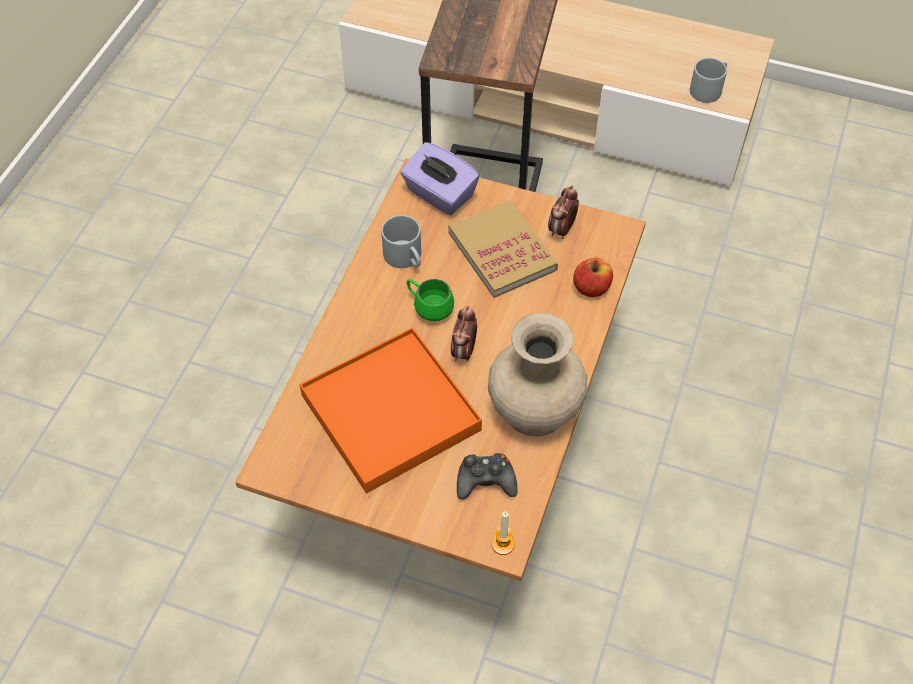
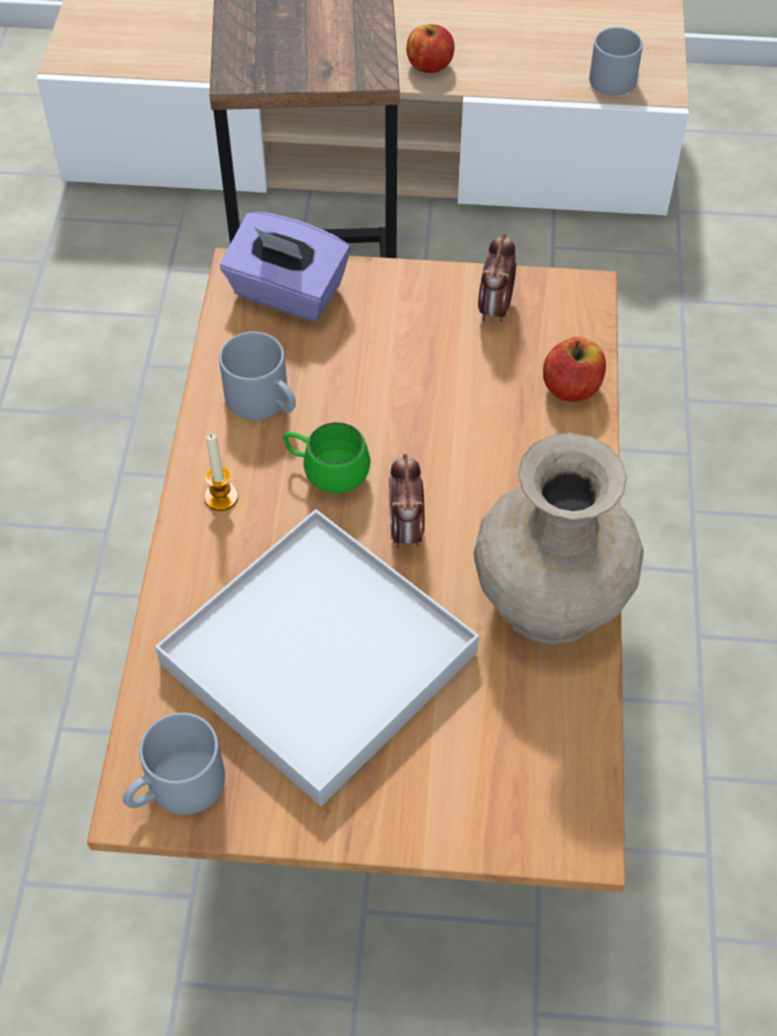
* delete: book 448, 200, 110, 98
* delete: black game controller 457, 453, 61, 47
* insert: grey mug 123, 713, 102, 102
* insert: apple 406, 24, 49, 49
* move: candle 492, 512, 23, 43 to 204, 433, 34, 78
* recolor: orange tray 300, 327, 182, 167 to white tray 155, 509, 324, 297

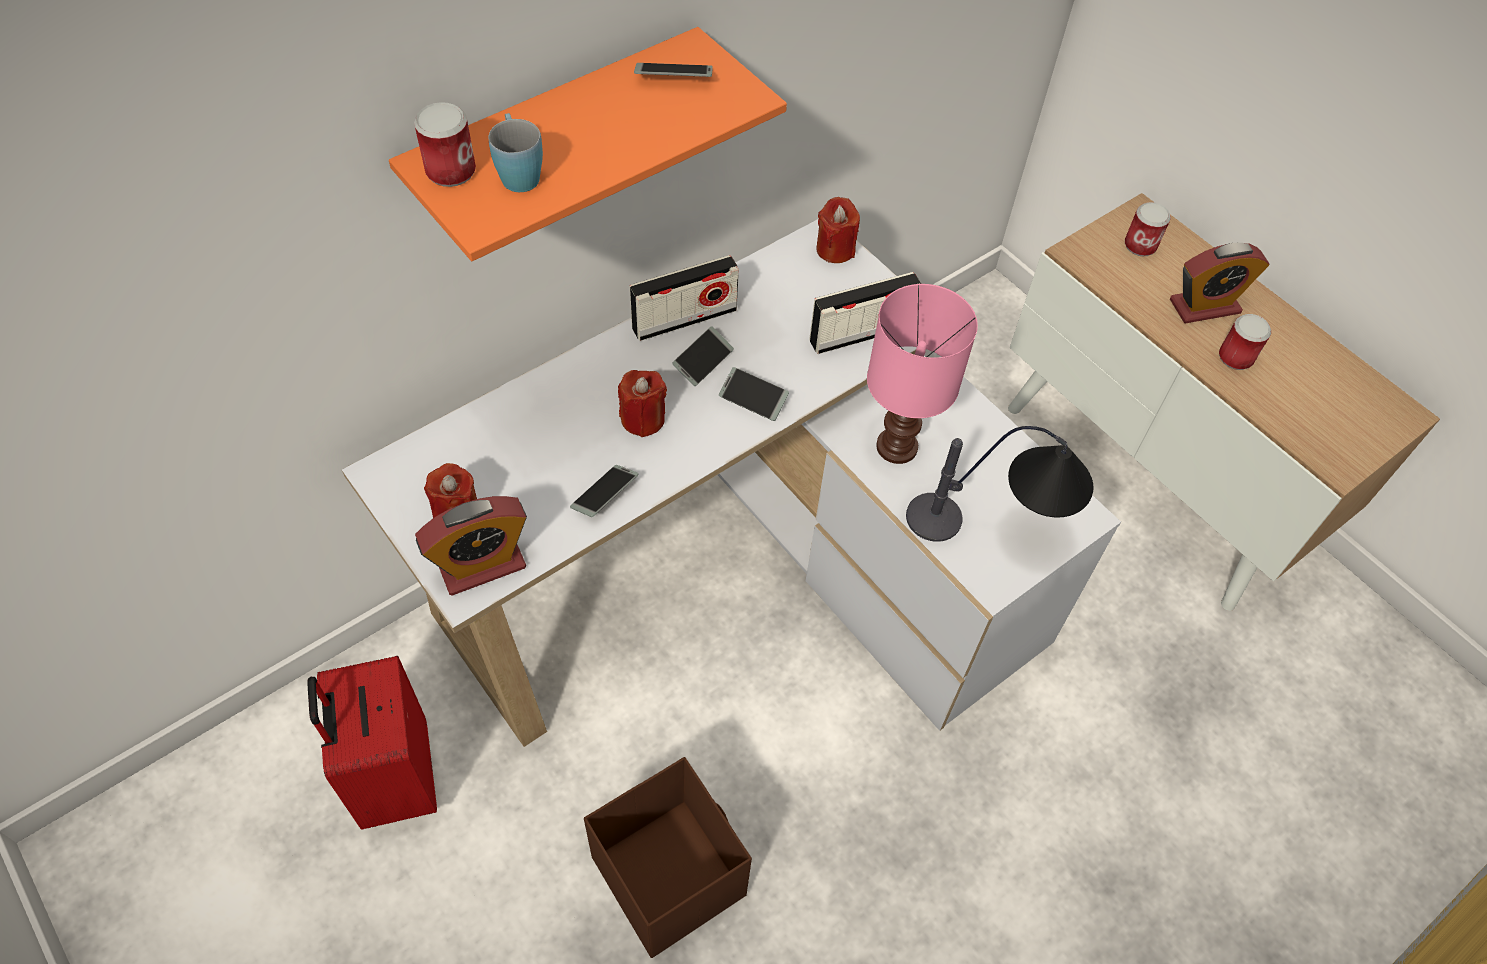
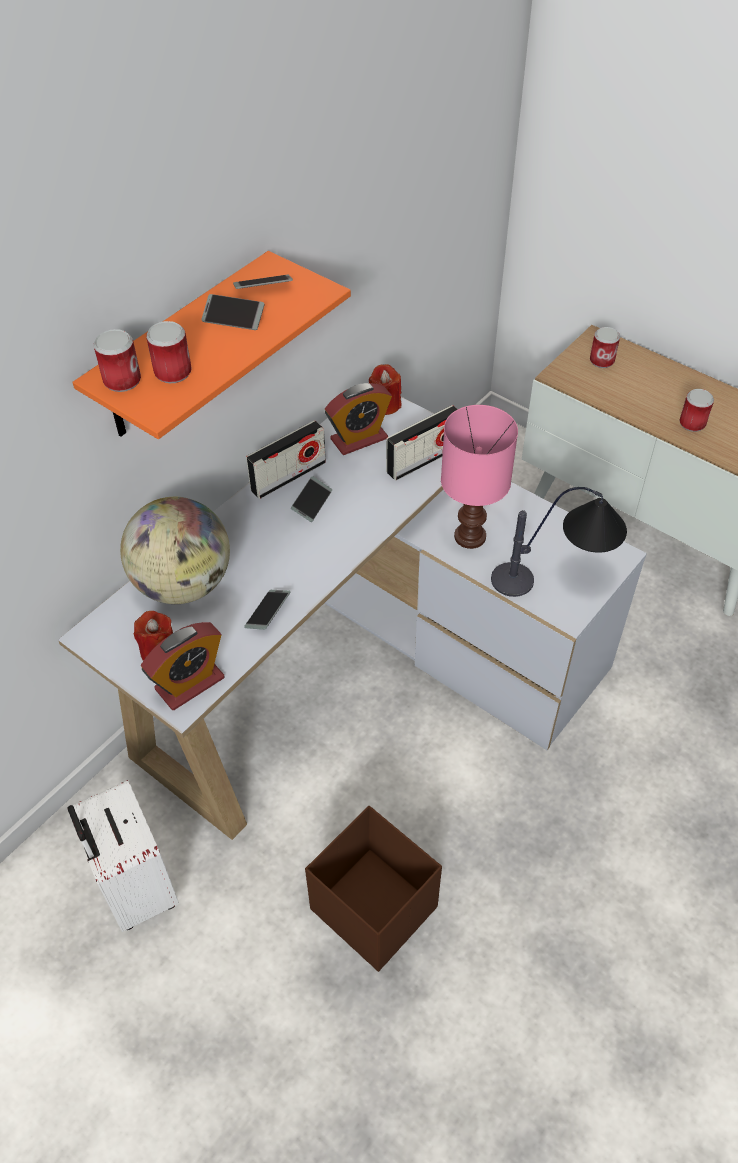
* delete: red candle 618, 370, 49, 67
* insert: globe 120, 497, 110, 107
* move: phone 719, 367, 70, 54 to 201, 294, 64, 36
* move: alarm clock 1170, 243, 100, 80 to 325, 383, 67, 72
* replace: blue mug 488, 113, 55, 79 to can 146, 321, 45, 62
* recolor: red suitcase 307, 656, 130, 174 to white suitcase 67, 780, 112, 152

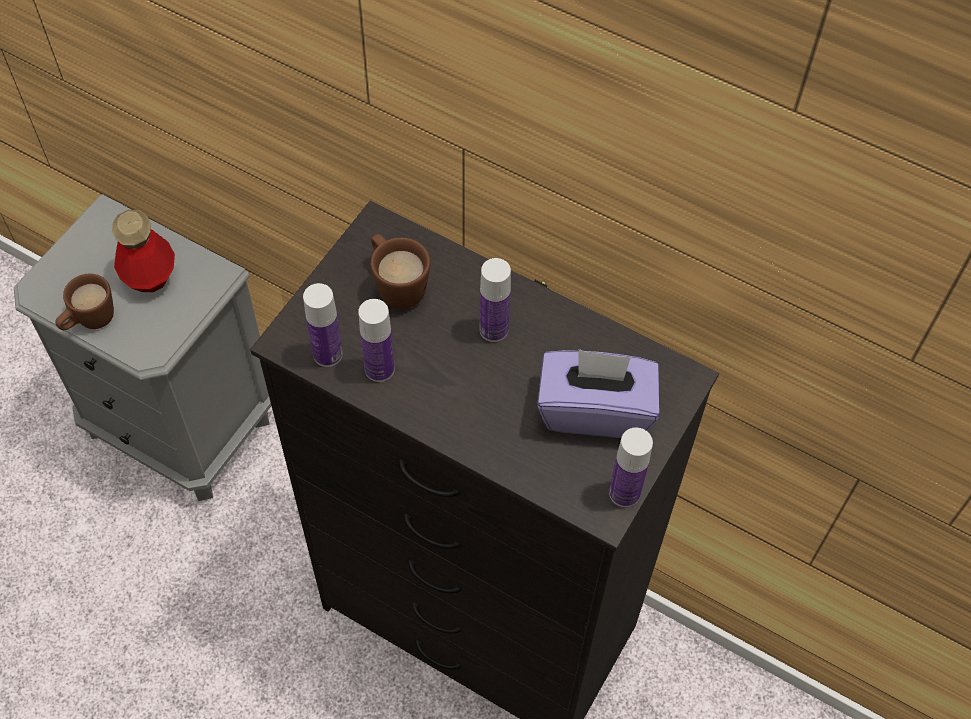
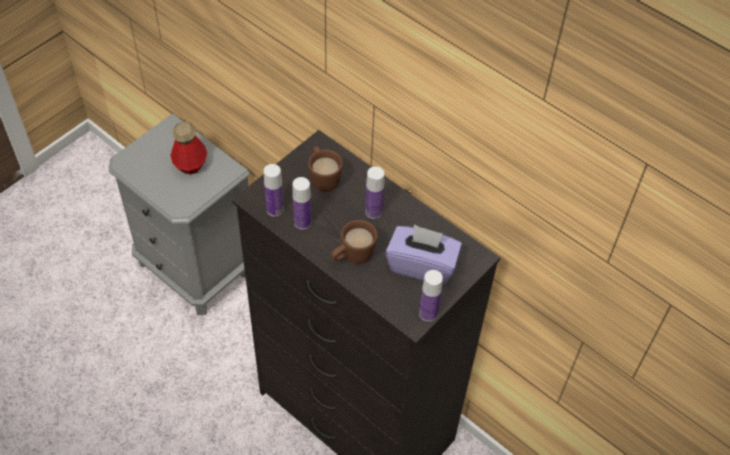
* move: brown mug 55, 274, 59, 56 to 331, 220, 47, 44

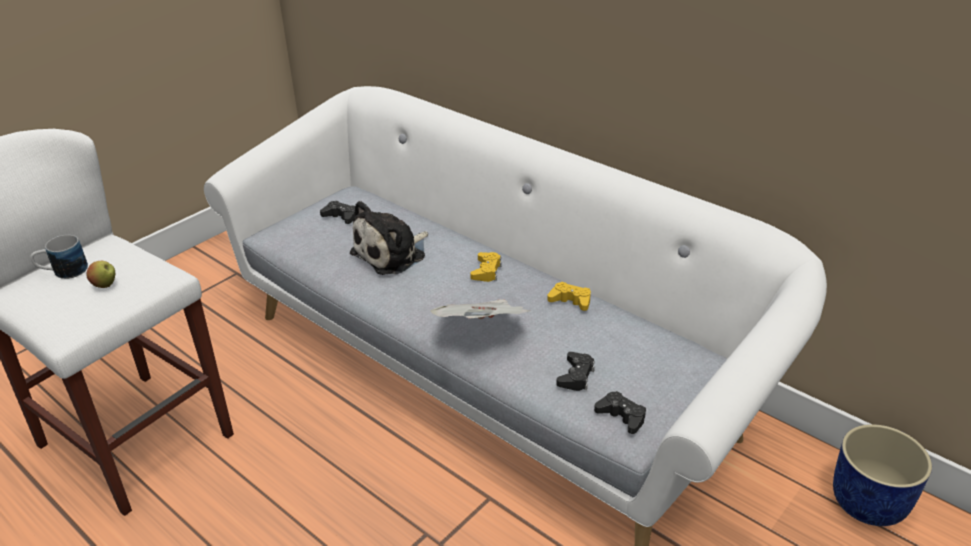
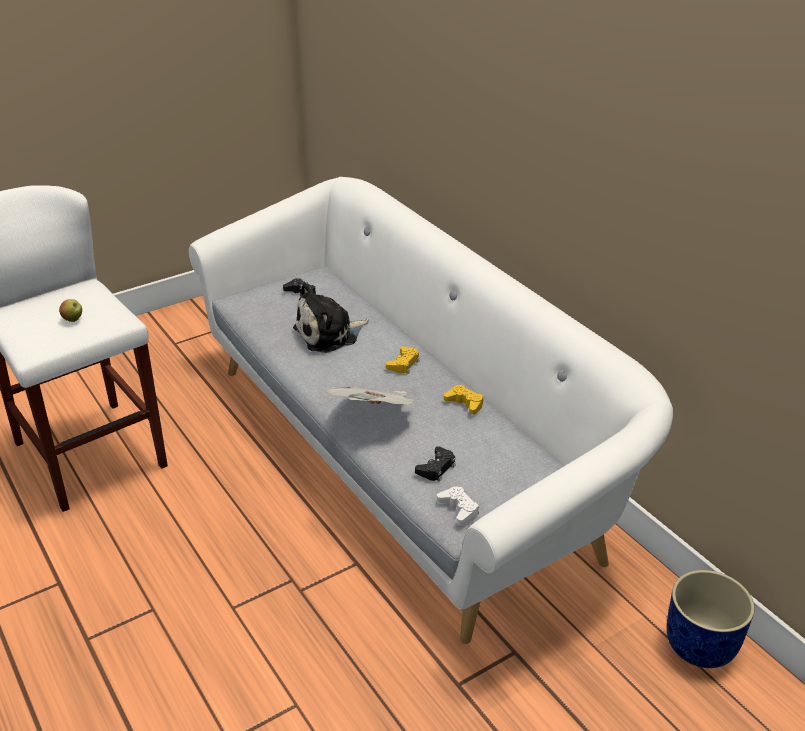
* delete: mug 30, 235, 58, 44
* recolor: black game controller 594, 391, 52, 43 to white game controller 437, 486, 42, 39

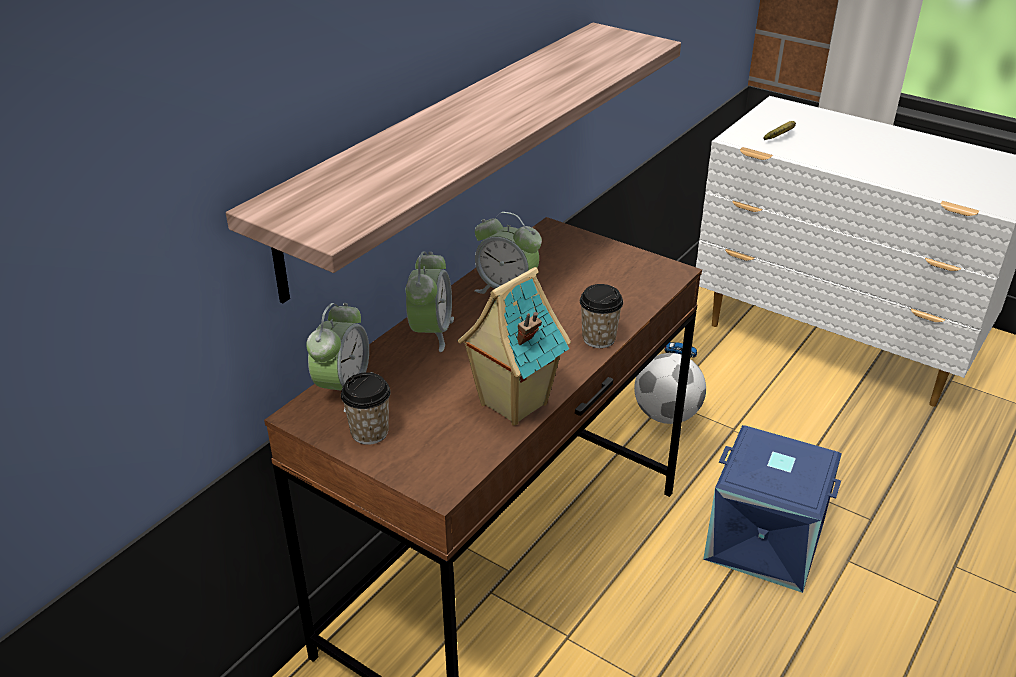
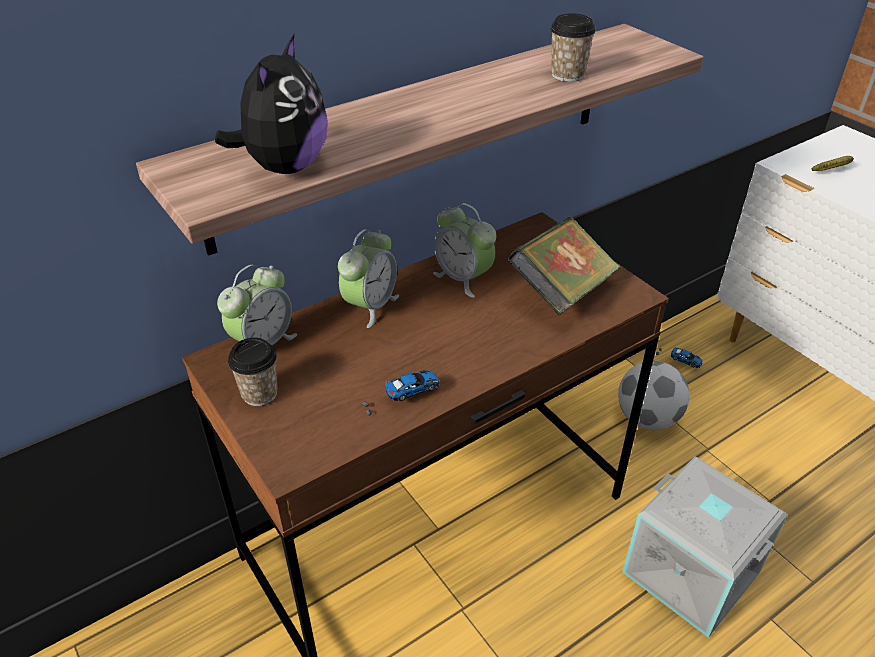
* insert: plush toy 215, 35, 113, 139
* insert: book 508, 217, 112, 98
* move: cup 580, 284, 43, 64 to 551, 13, 44, 69
* replace: toy house 458, 267, 113, 159 to toy car 362, 370, 78, 46
* recolor: blue storage box 703, 425, 139, 168 to grey storage box 622, 456, 166, 182

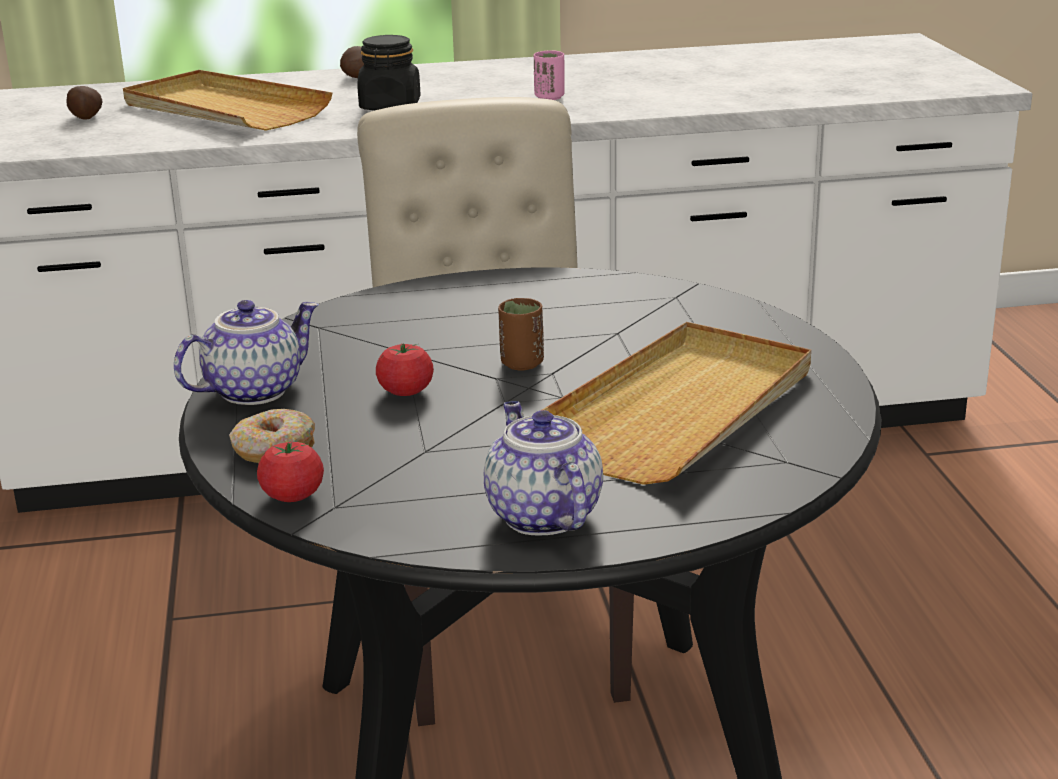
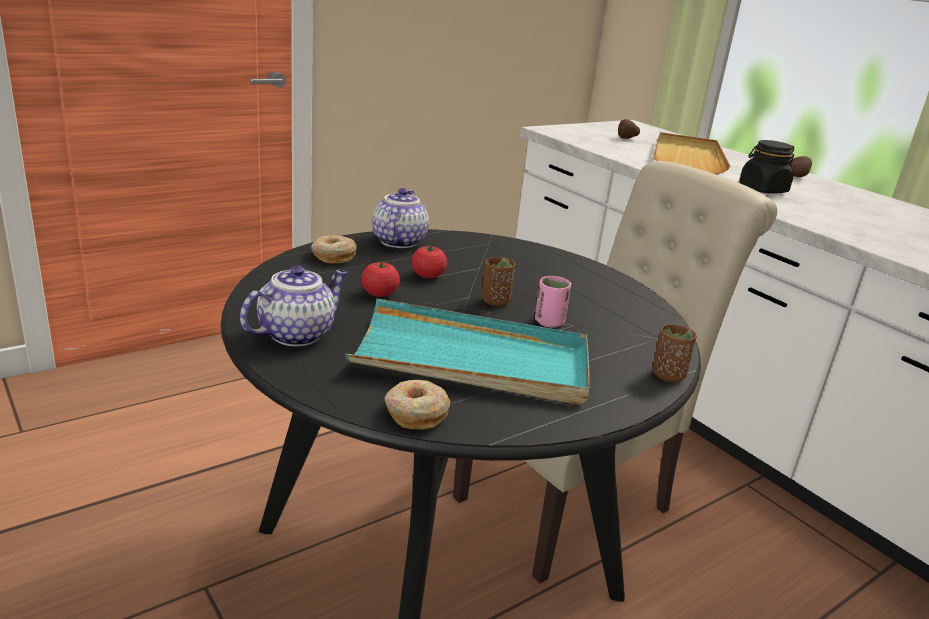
* insert: donut 385, 380, 65, 50
* insert: brown cup 652, 324, 45, 58
* move: tomato 257, 441, 67, 61 to 361, 262, 39, 35
* move: pink cup 534, 50, 31, 50 to 535, 276, 36, 52
* recolor: beige tray 541, 322, 270, 163 to turquoise tray 345, 299, 245, 106
* rotate: teapot 174, 300, 145, 105 = 372, 188, 57, 60 105 degrees counterclockwise

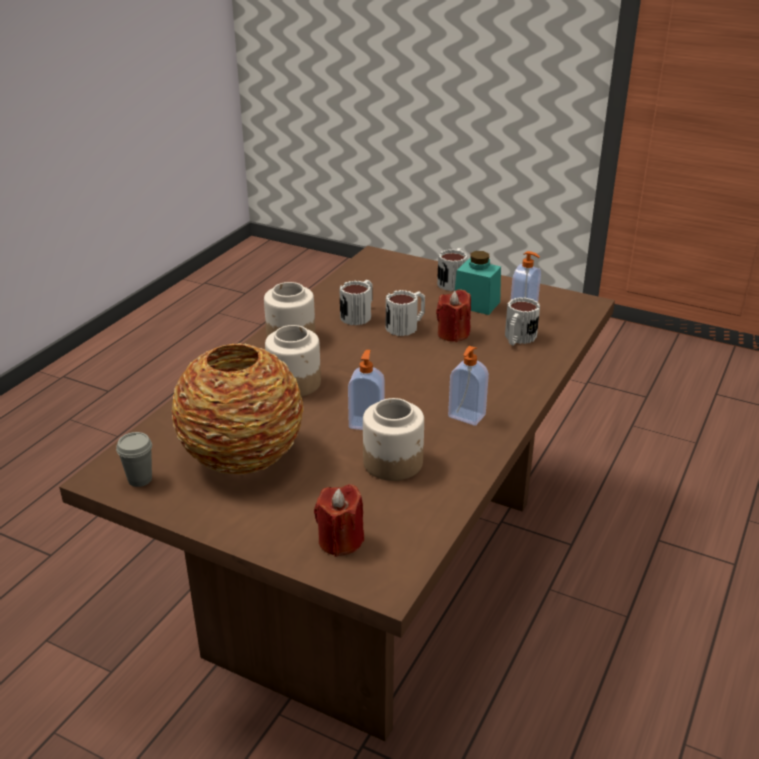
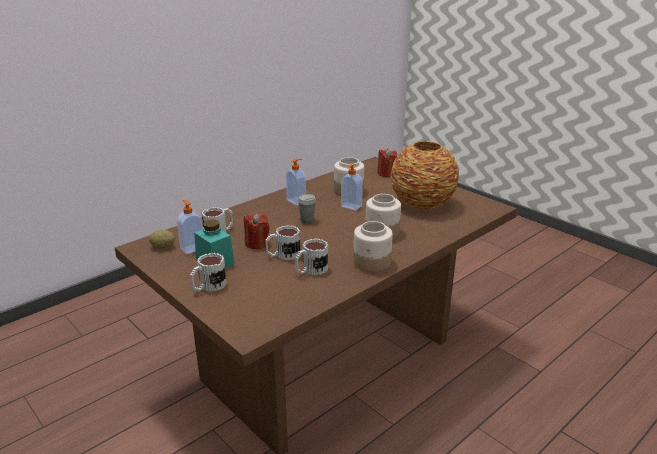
* insert: potato 149, 230, 26, 18
* move: grey cup 116, 432, 36, 55 to 298, 194, 18, 29

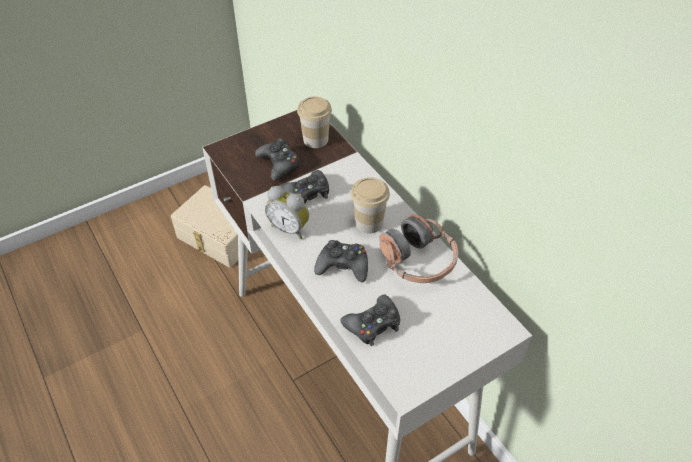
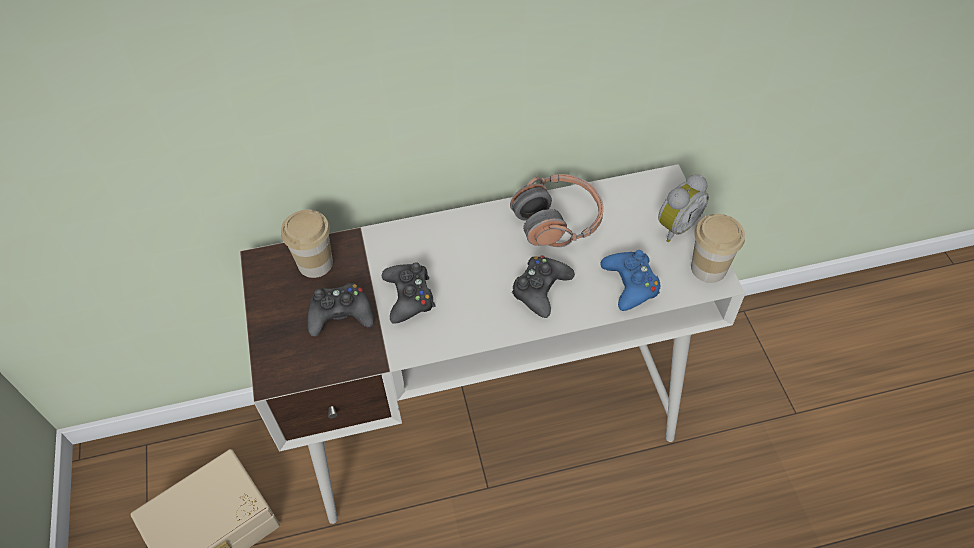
* move: alarm clock 265, 186, 44, 53 to 658, 174, 51, 68
* move: cup 351, 177, 39, 57 to 691, 214, 54, 69
* recolor: black game controller 340, 295, 60, 51 to blue game controller 600, 250, 60, 61

